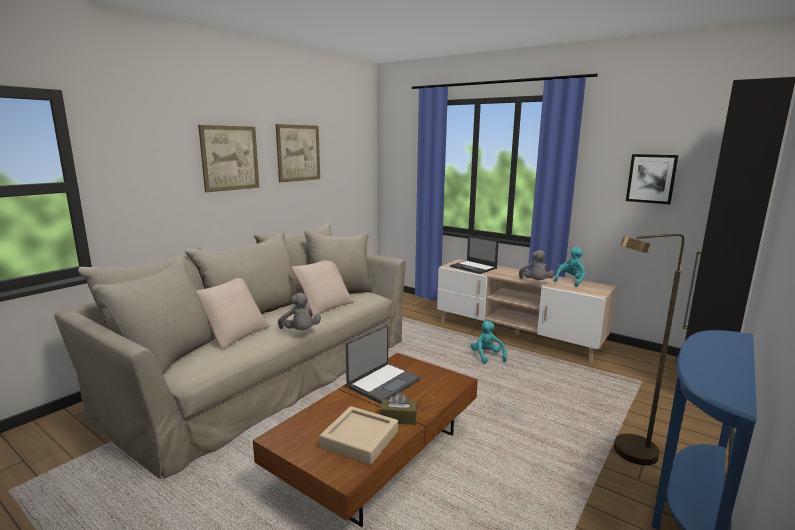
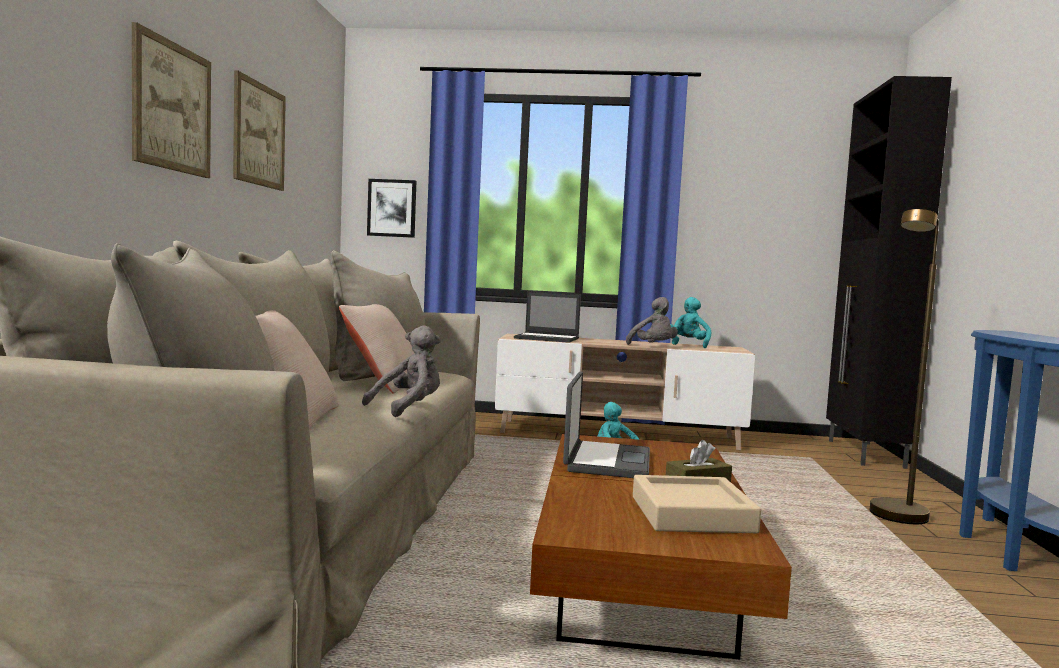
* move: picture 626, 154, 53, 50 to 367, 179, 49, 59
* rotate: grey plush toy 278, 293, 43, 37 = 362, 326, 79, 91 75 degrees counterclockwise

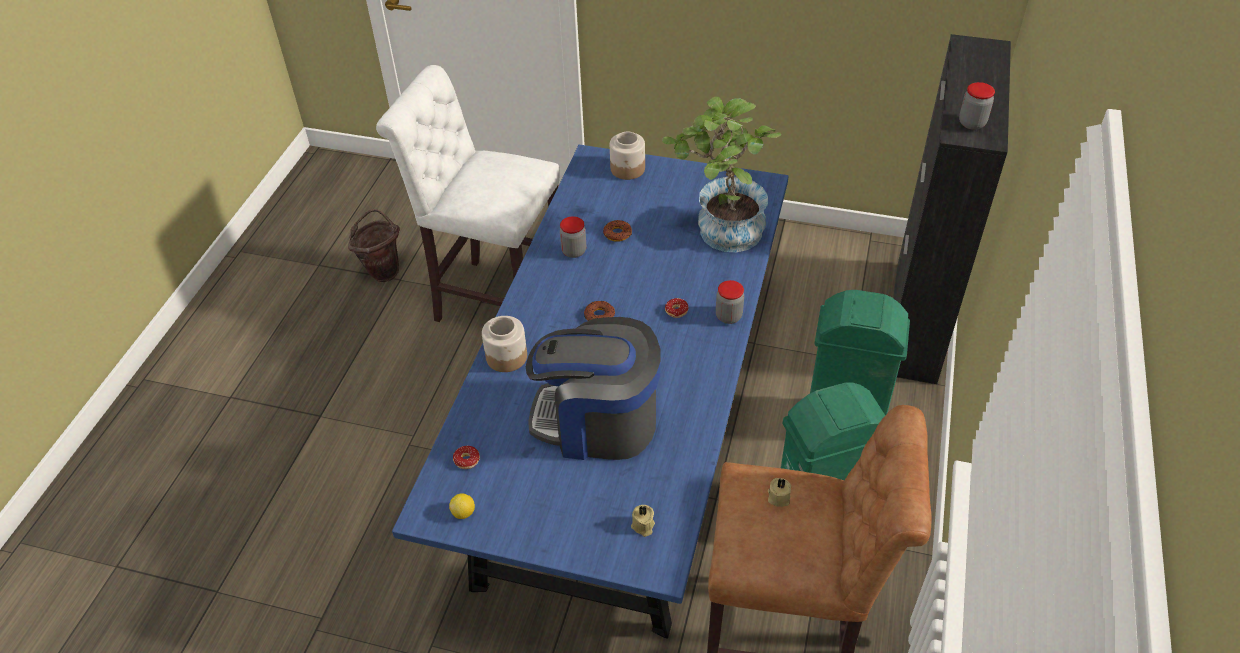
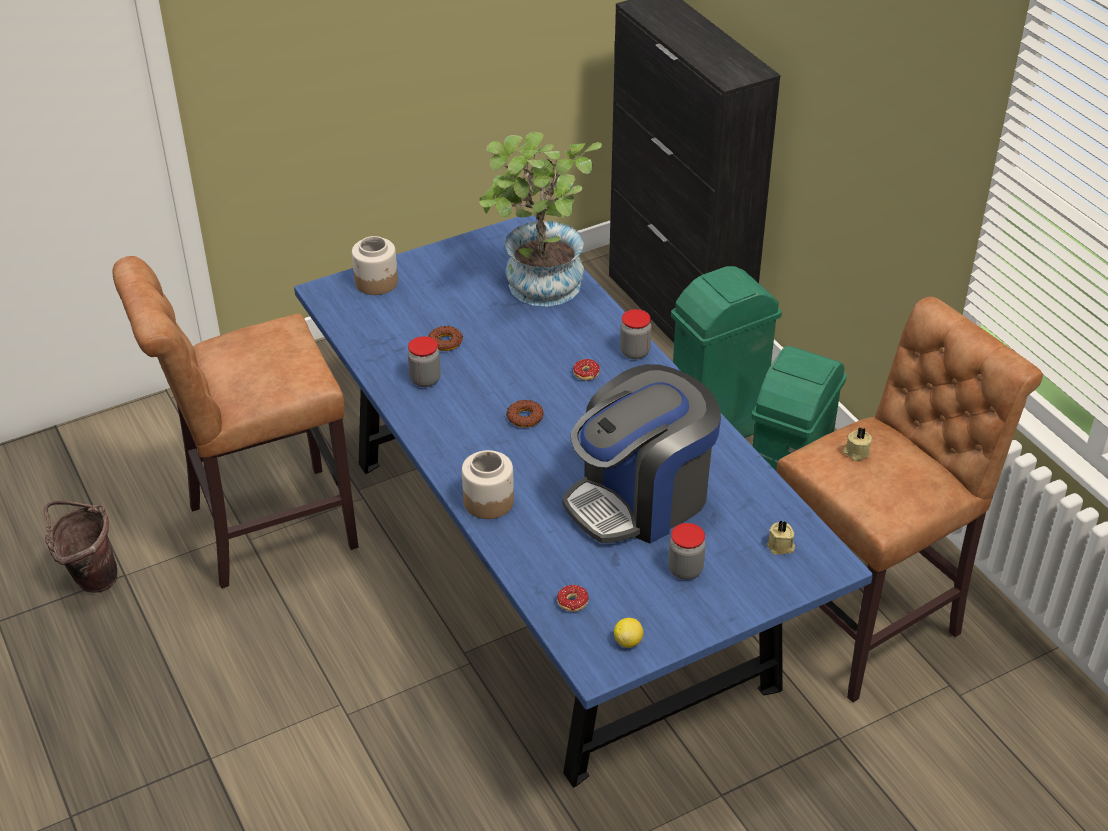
* move: jar 959, 82, 36, 48 to 668, 523, 38, 57
* recolor: white stool 376, 65, 184, 257 to brown stool 112, 256, 247, 332

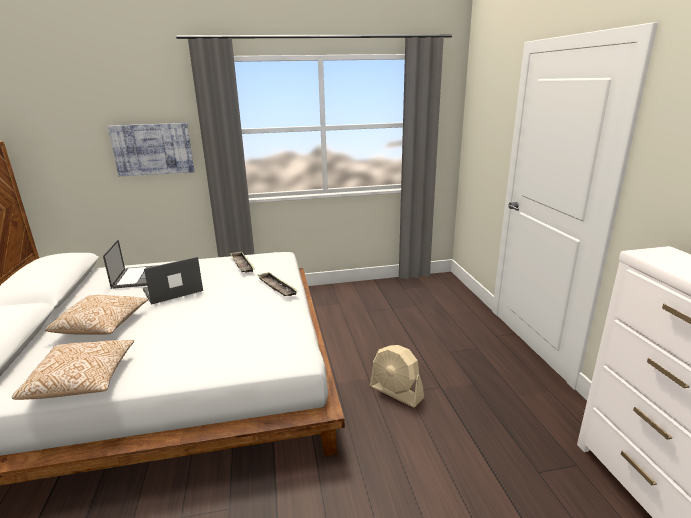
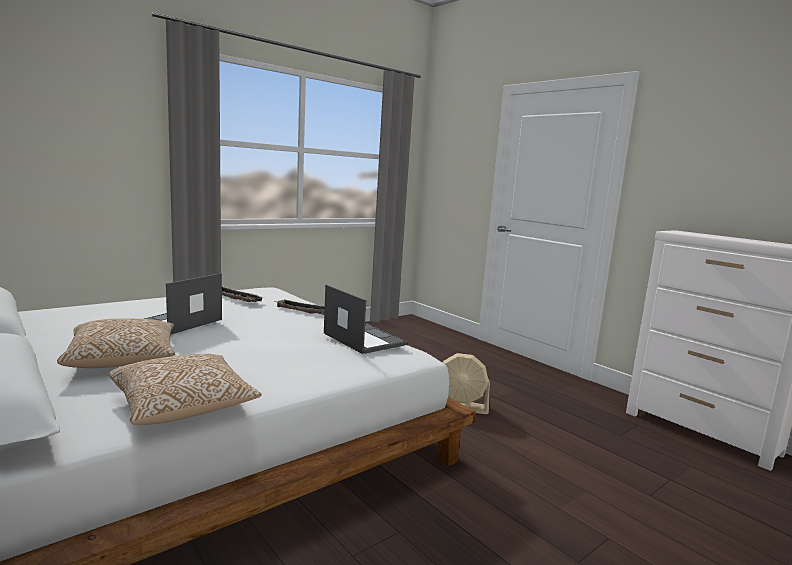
* delete: picture 108, 123, 87, 53
* move: laptop 103, 240, 55, 49 to 324, 284, 83, 70

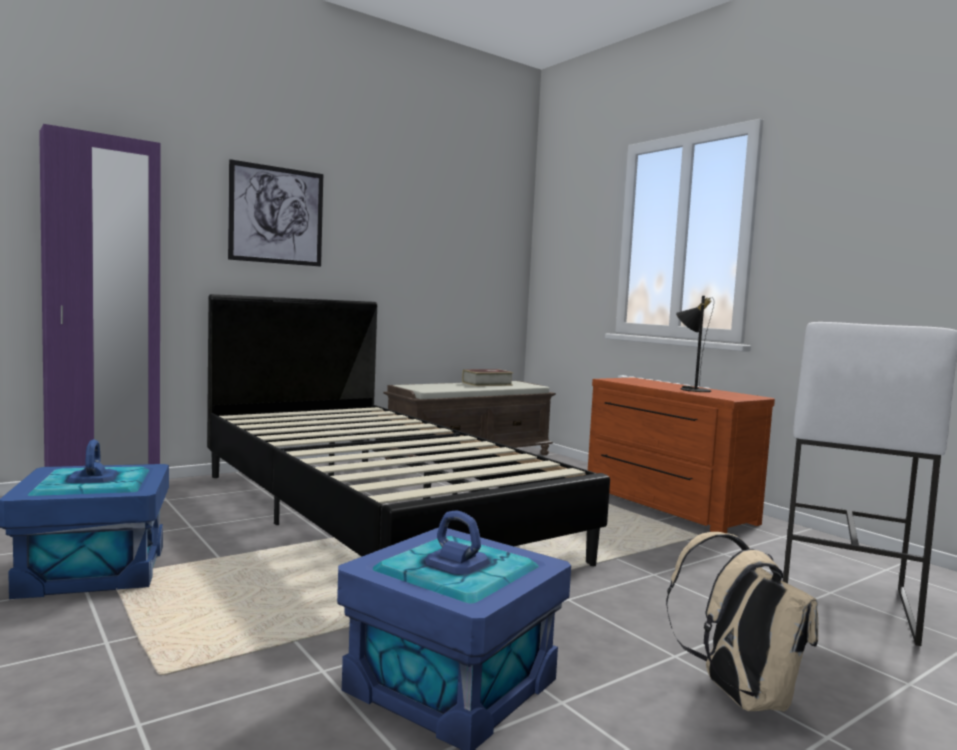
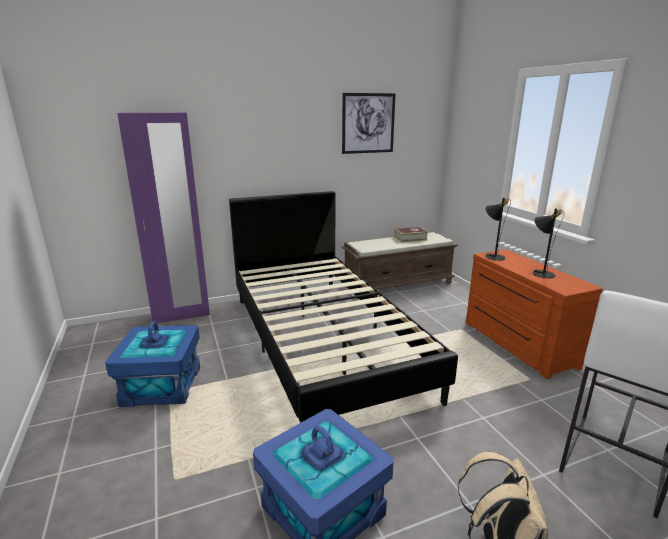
* insert: black table lamp 485, 197, 26, 64
* move: picture 228, 159, 95, 108 to 342, 93, 54, 61

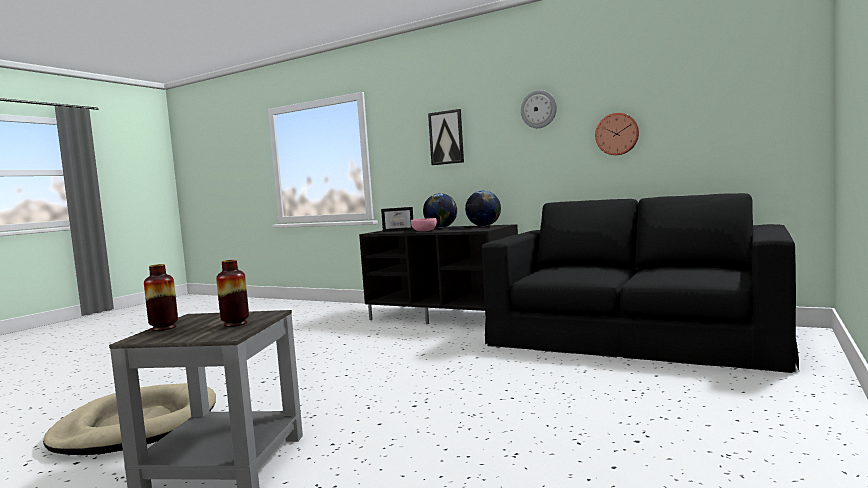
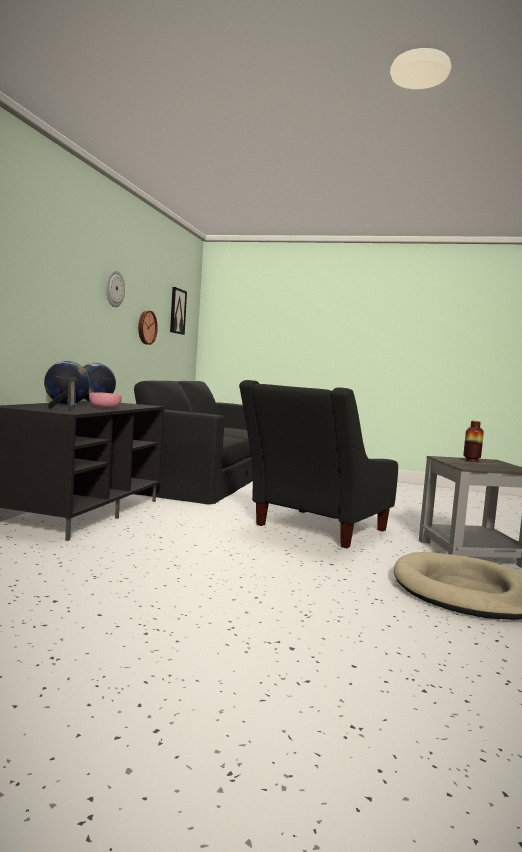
* delete: vase 144, 264, 34, 67
* insert: black armchair 239, 380, 159, 168
* move: picture 428, 109, 36, 56 to 170, 287, 17, 48

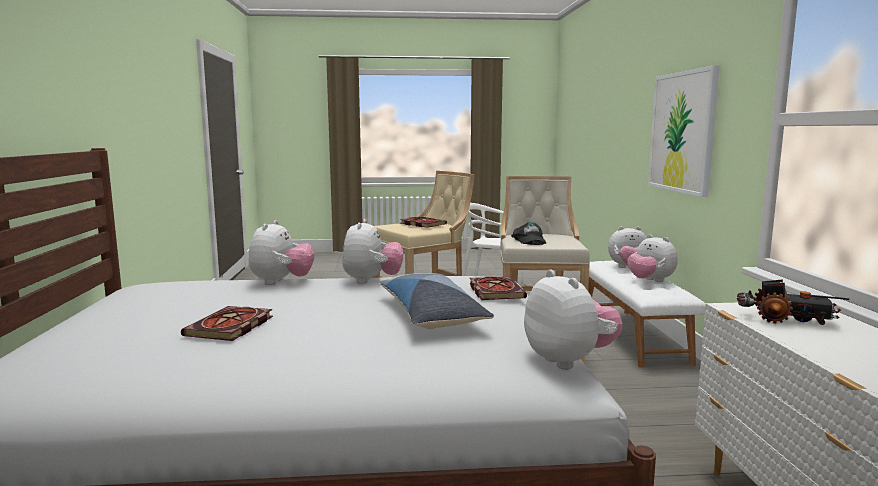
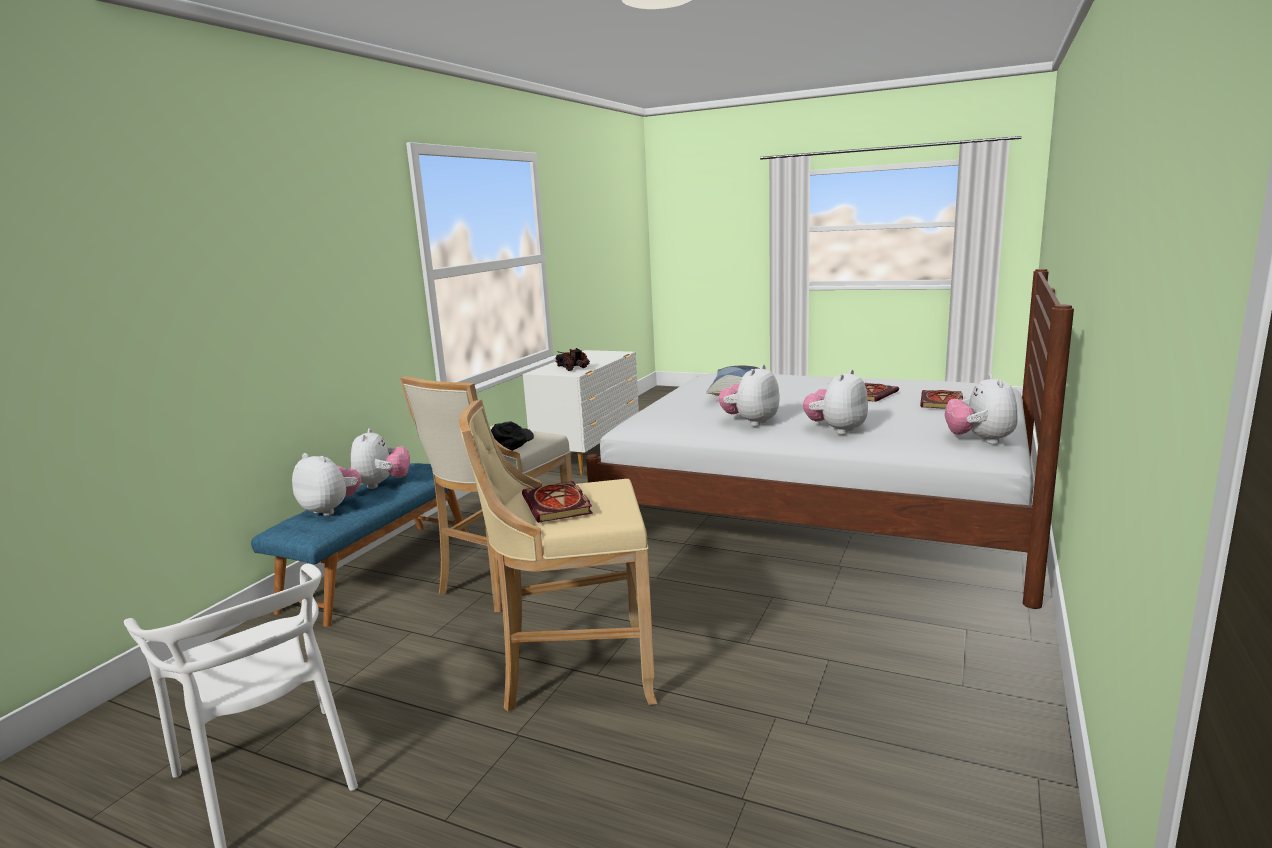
* delete: picture 648, 65, 72, 132
* move: book 470, 276, 57, 24 to 920, 390, 43, 19
* move: plush toy 524, 269, 99, 101 to 945, 374, 73, 70
* recolor: white bench 588, 261, 118, 106 to blue bench 251, 463, 216, 164

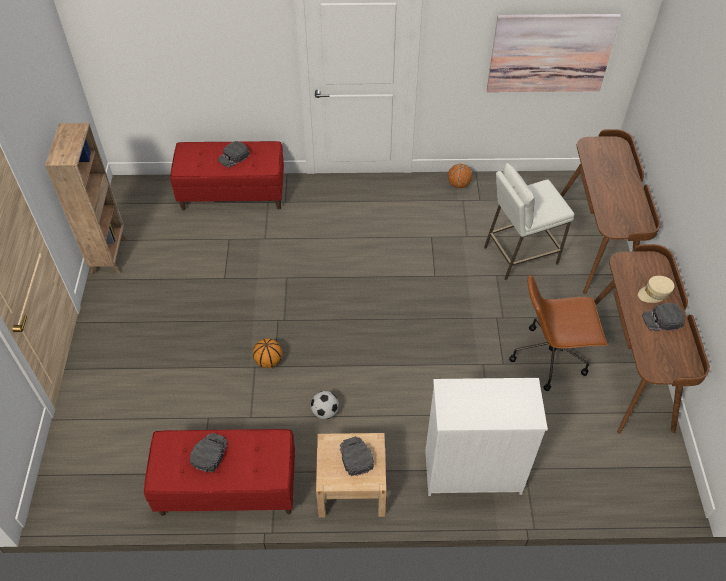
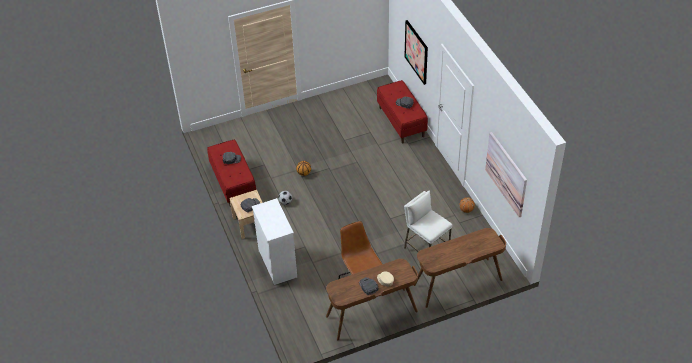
* delete: brown bookcase 45, 123, 83, 151
* insert: picture 405, 20, 23, 65

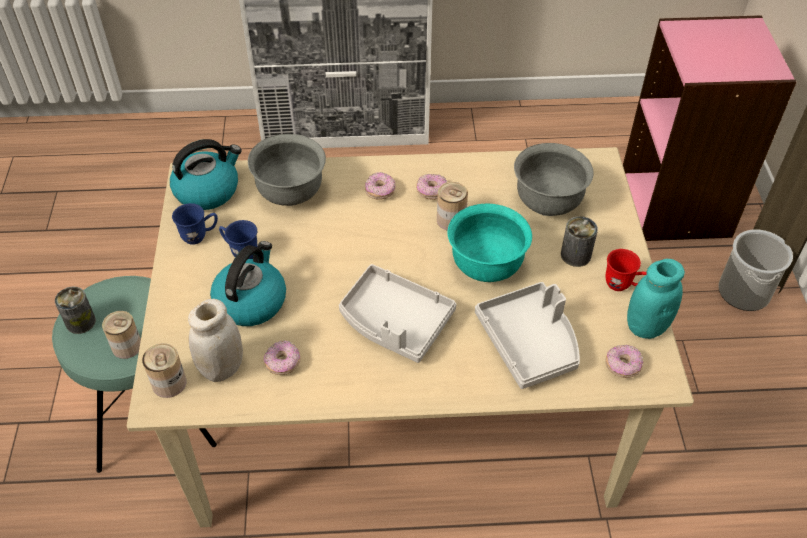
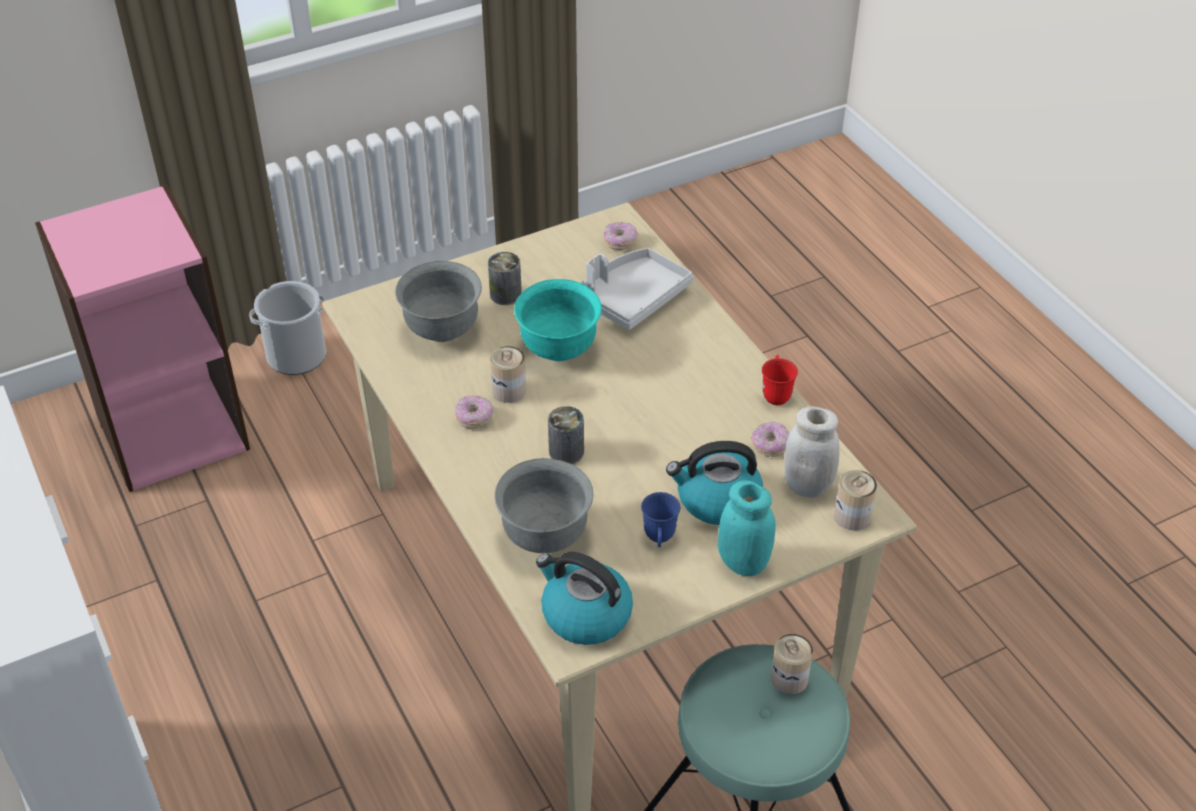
* delete: blue mug 172, 203, 46, 42
* delete: grey tray 339, 264, 117, 99
* delete: donut 365, 172, 31, 28
* move: can 55, 287, 41, 47 to 548, 406, 36, 58
* move: red mug 605, 249, 42, 42 to 762, 355, 36, 50
* move: turquoise jar 627, 259, 58, 80 to 718, 480, 58, 96

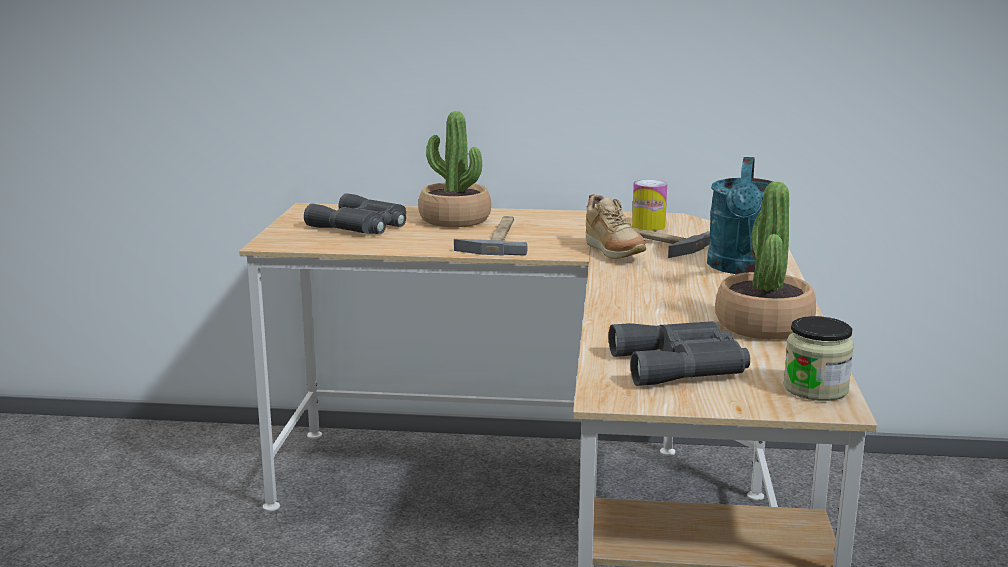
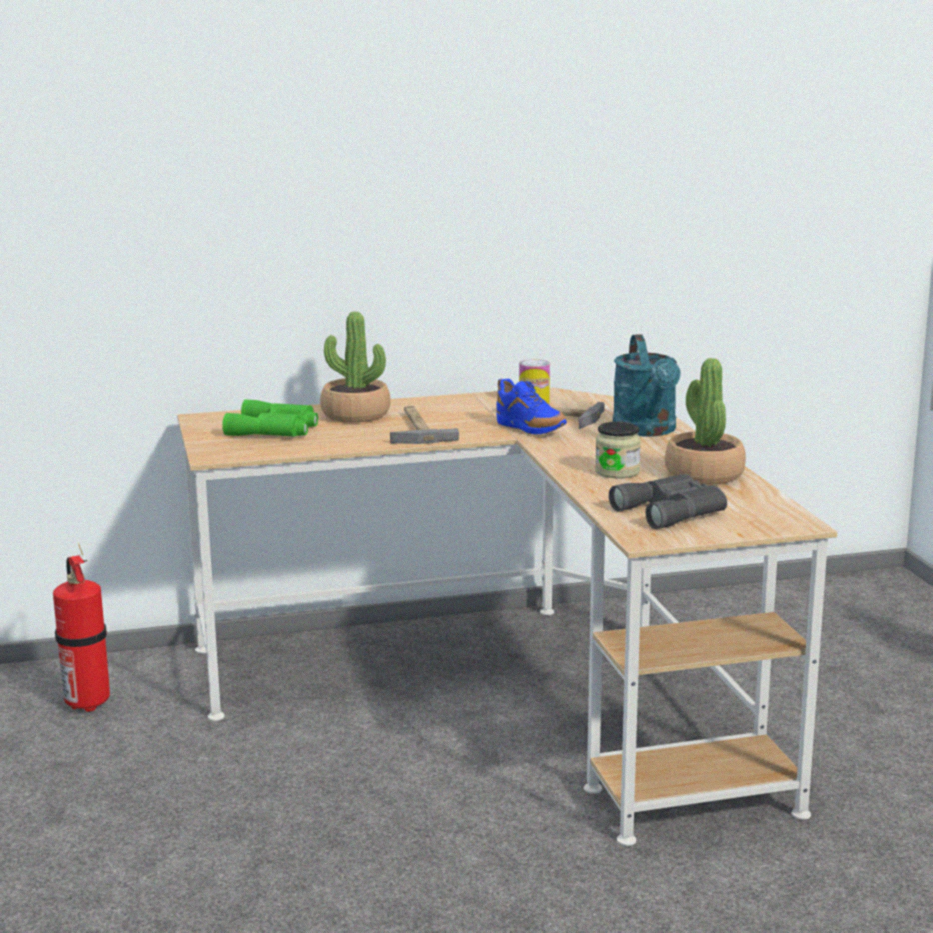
* insert: fire extinguisher 53, 543, 57, 169
* move: jar 783, 316, 71, 85 to 595, 422, 46, 56
* recolor: grey binoculars 304, 193, 102, 41 to green binoculars 222, 399, 96, 38
* recolor: beige shoe 586, 194, 60, 65 to blue shoe 497, 379, 70, 56

